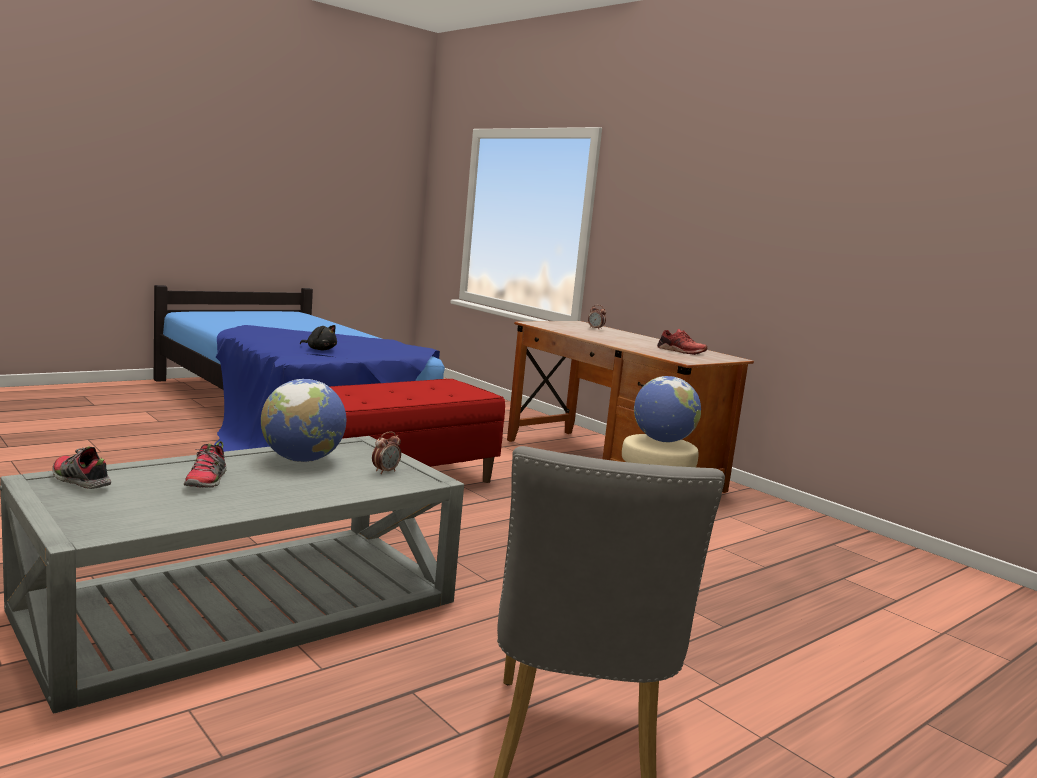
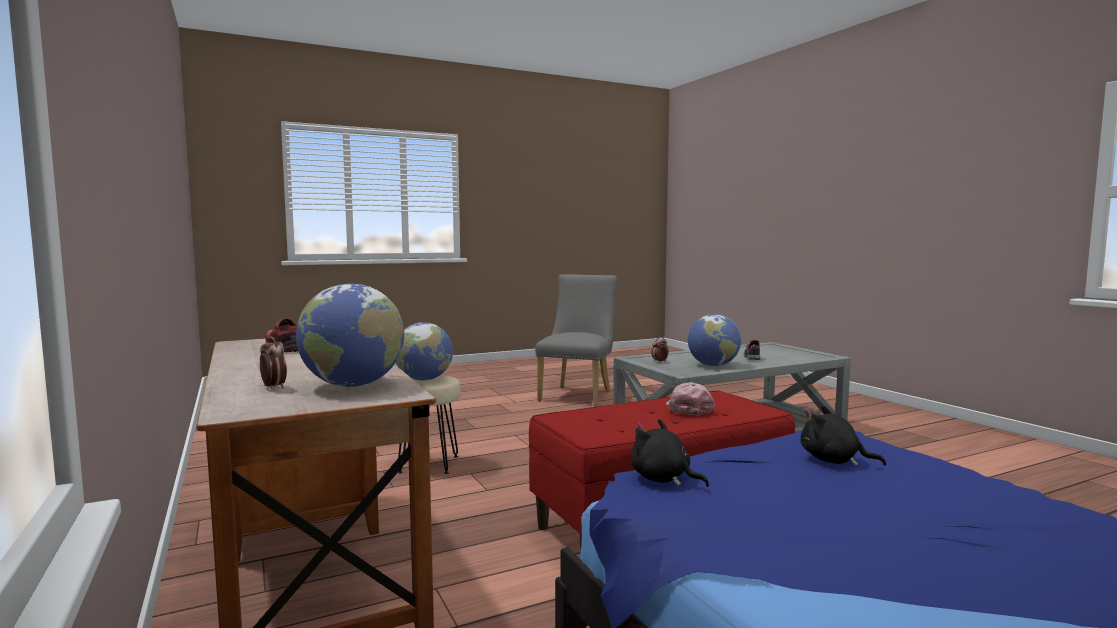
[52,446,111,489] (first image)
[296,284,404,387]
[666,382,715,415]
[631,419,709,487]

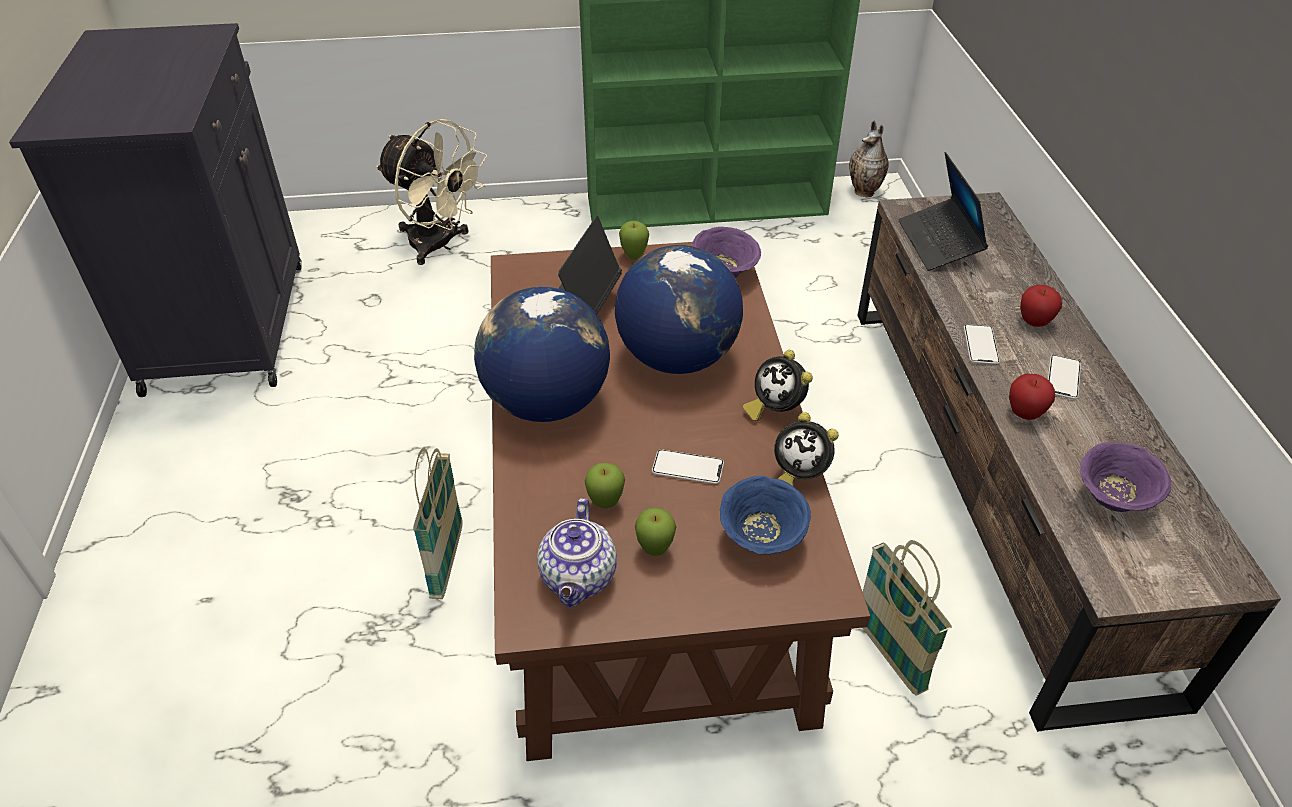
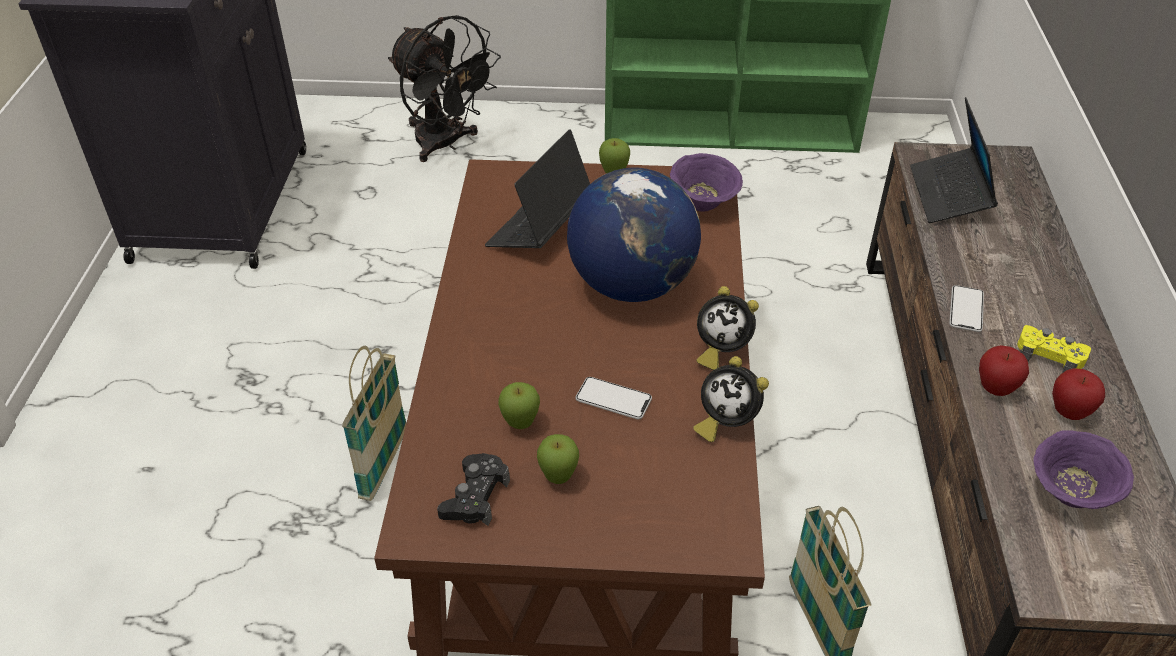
[388,15,501,162]
[849,120,889,197] (first image)
[1052,368,1105,420]
[474,287,610,422] (first image)
[696,286,759,370]
[1017,325,1091,373]
[720,475,811,554] (first image)
[437,453,510,526]

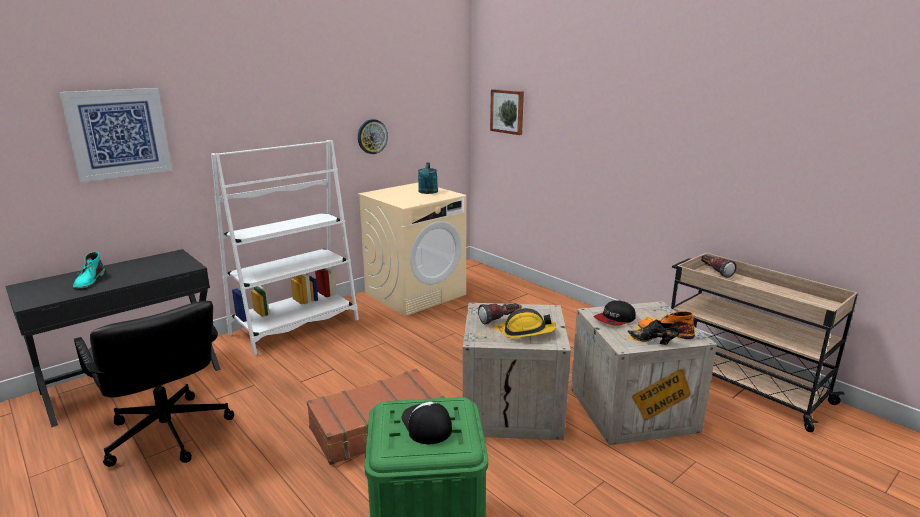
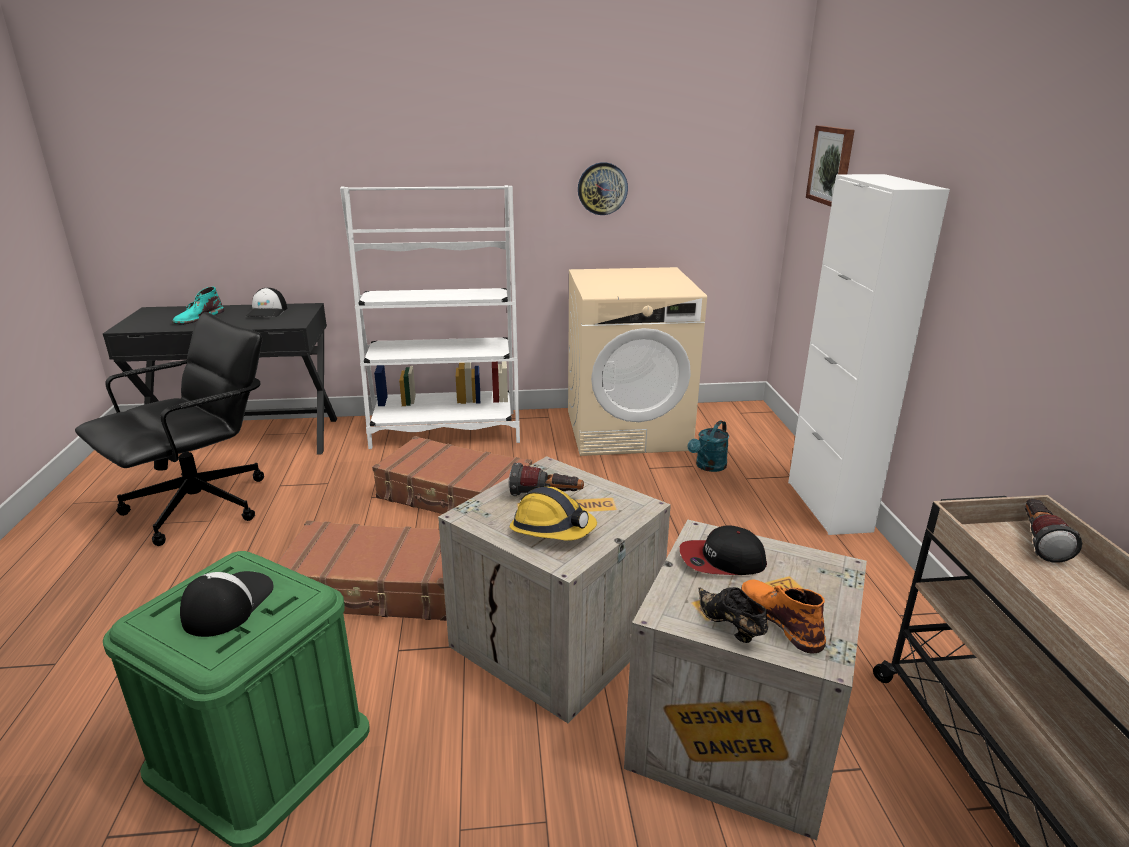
[59,88,172,182] (first image)
[687,420,729,472]
[75,312,264,546]
[788,174,950,535]
[246,287,287,317]
[372,436,532,514]

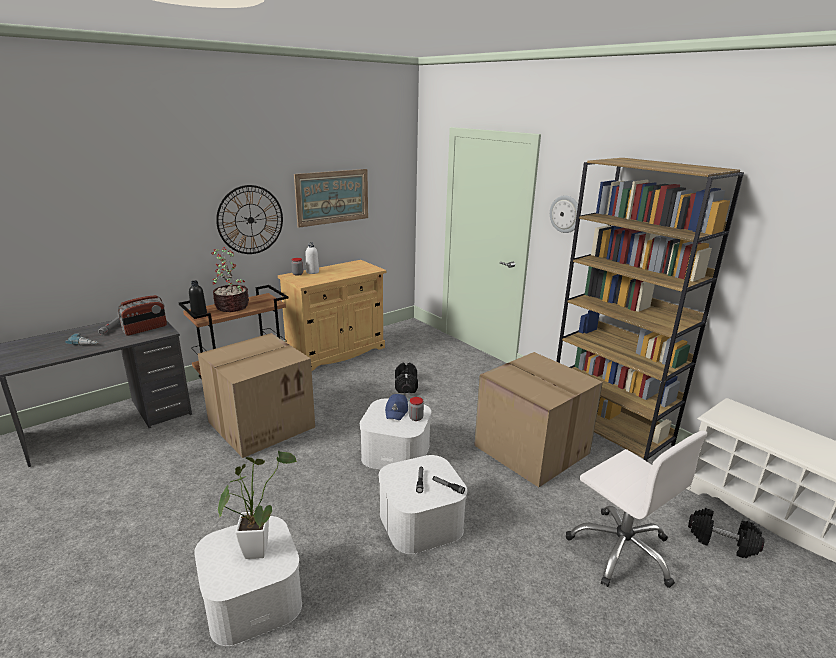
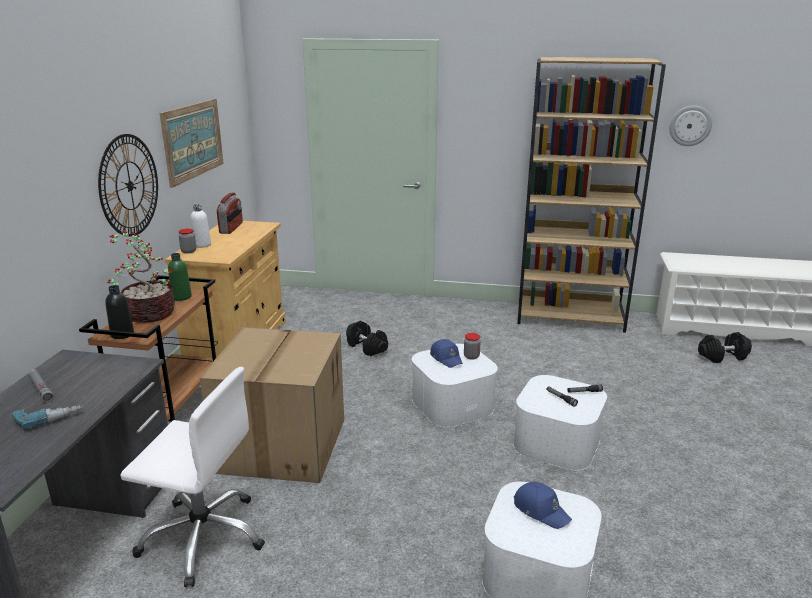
[669,105,712,146]
[217,192,243,234]
[474,352,603,487] (first image)
[120,367,265,587]
[514,482,572,529]
[168,253,192,301]

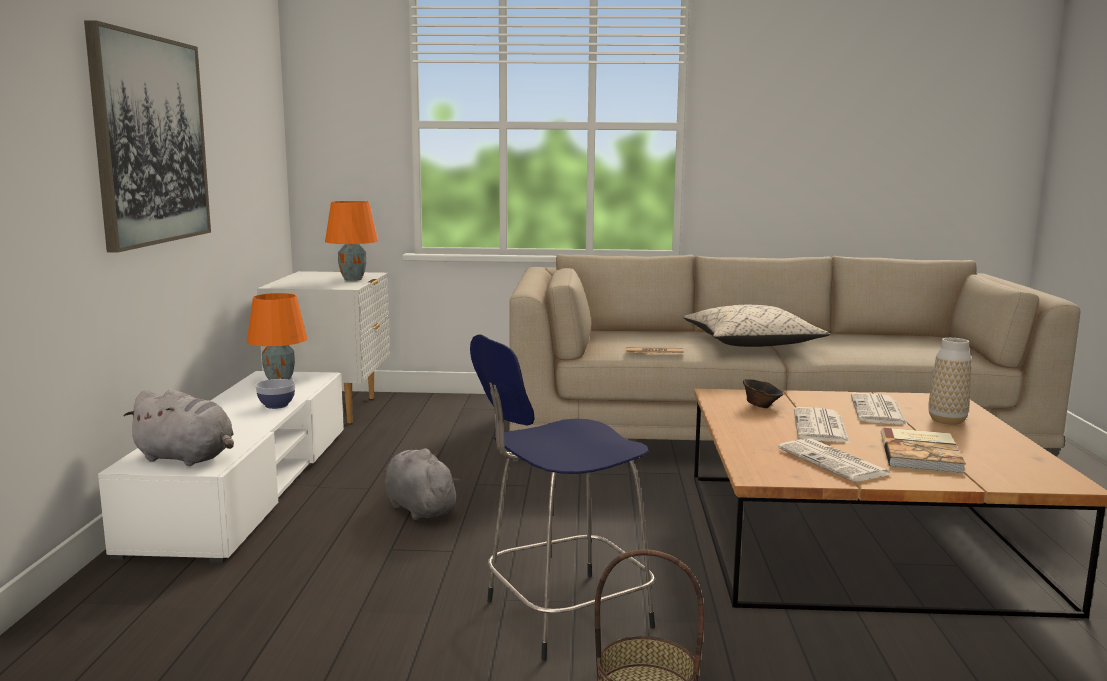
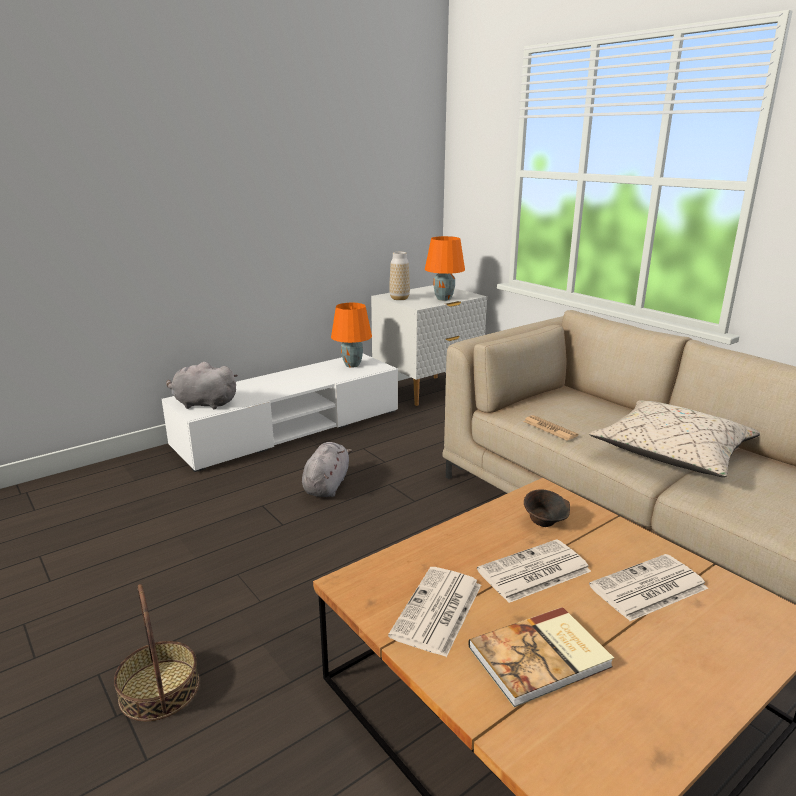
[84,20,211,253] (first image)
[470,334,655,661] (first image)
[389,252,410,300]
[255,379,295,409] (first image)
[166,362,238,409]

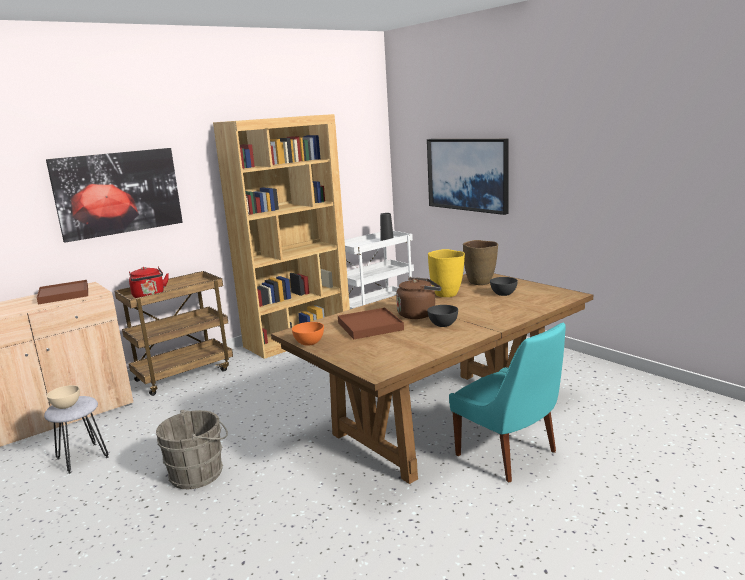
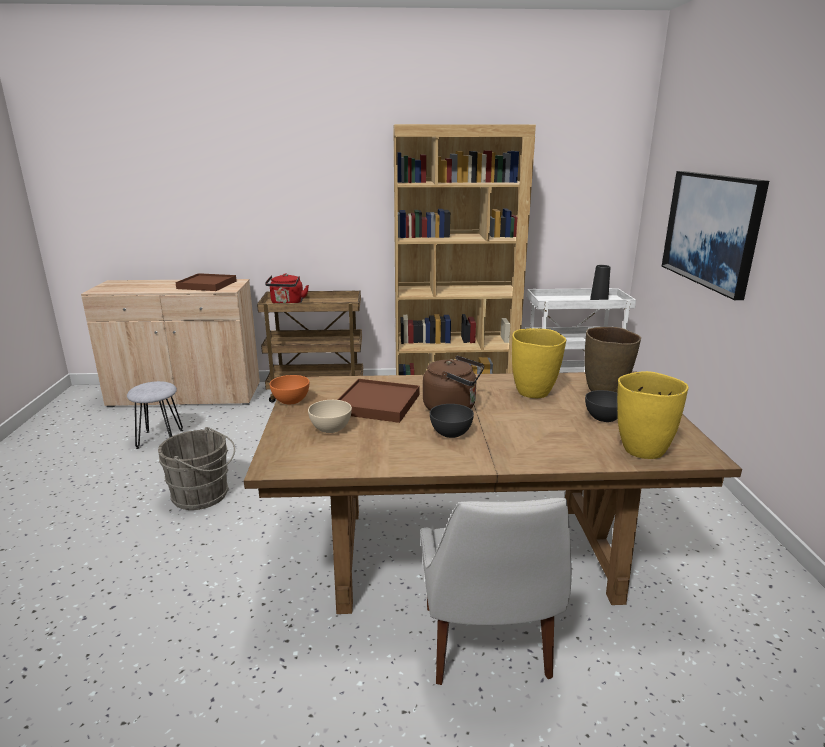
[46,148,183,243] (first image)
[420,498,572,685]
[308,400,352,433]
[617,371,689,459]

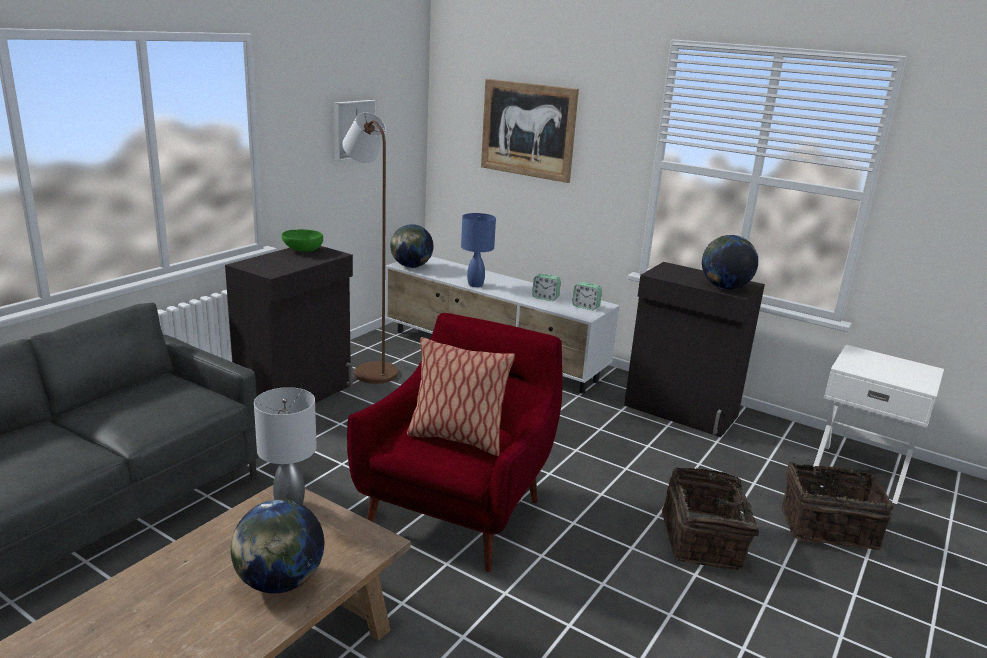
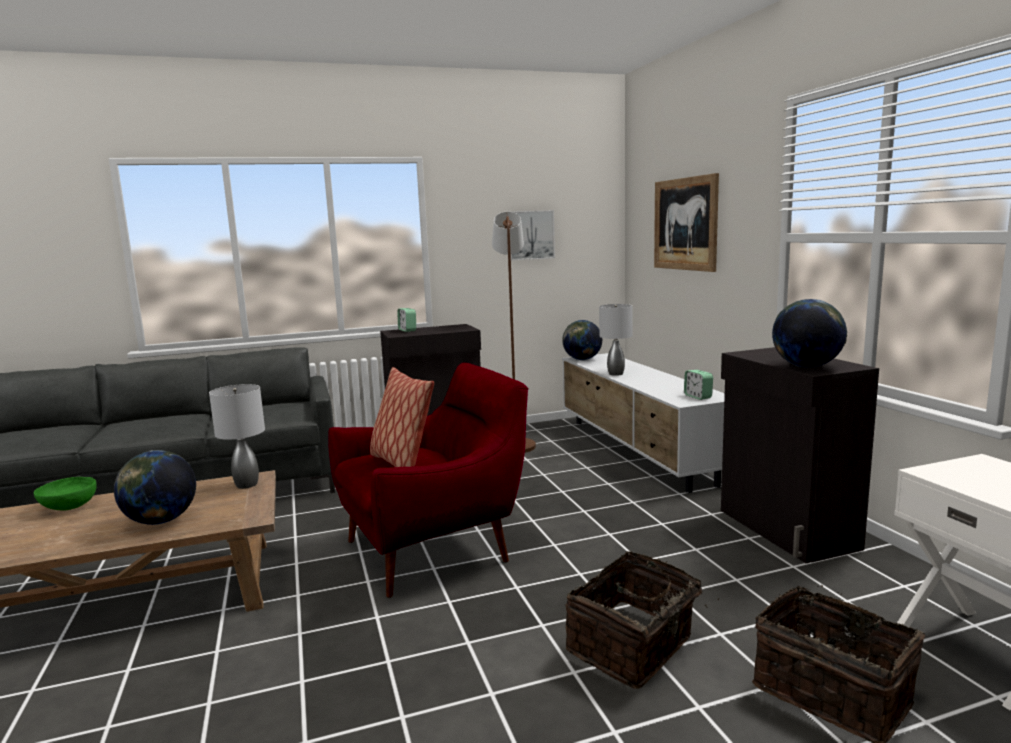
[599,304,632,376]
[34,477,96,510]
[397,308,416,332]

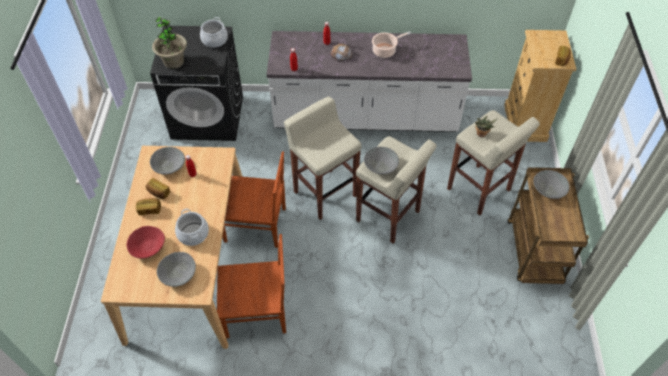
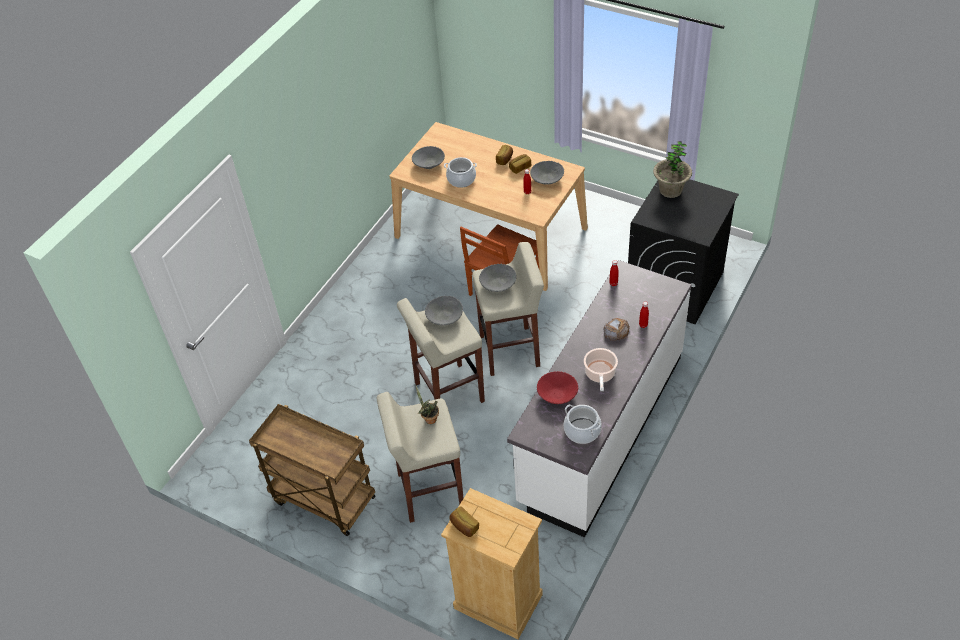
[564,404,602,444]
[479,264,517,292]
[537,371,578,404]
[217,234,286,338] (first image)

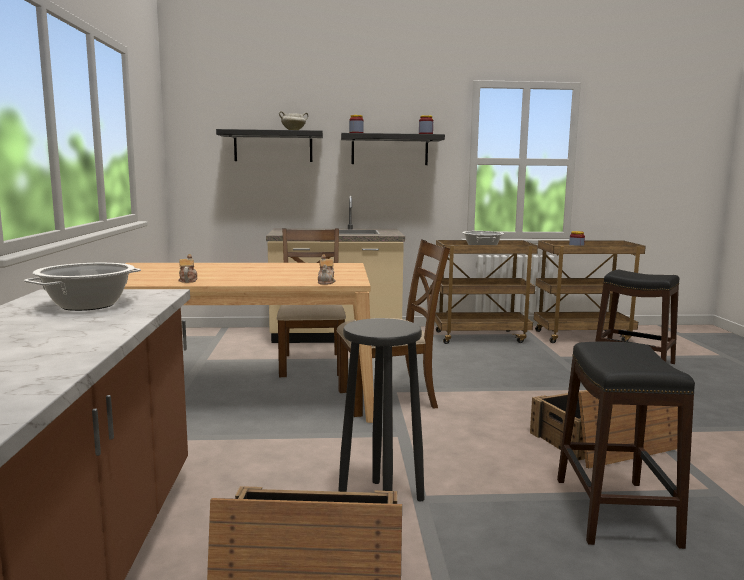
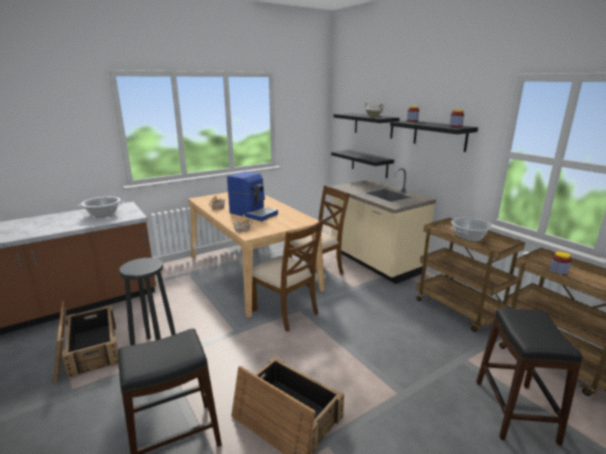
[331,150,394,178]
[227,171,278,221]

